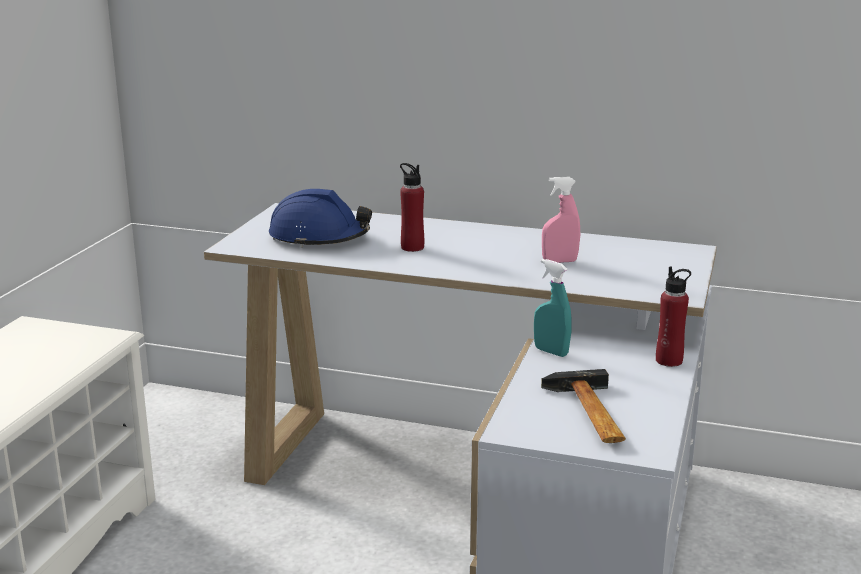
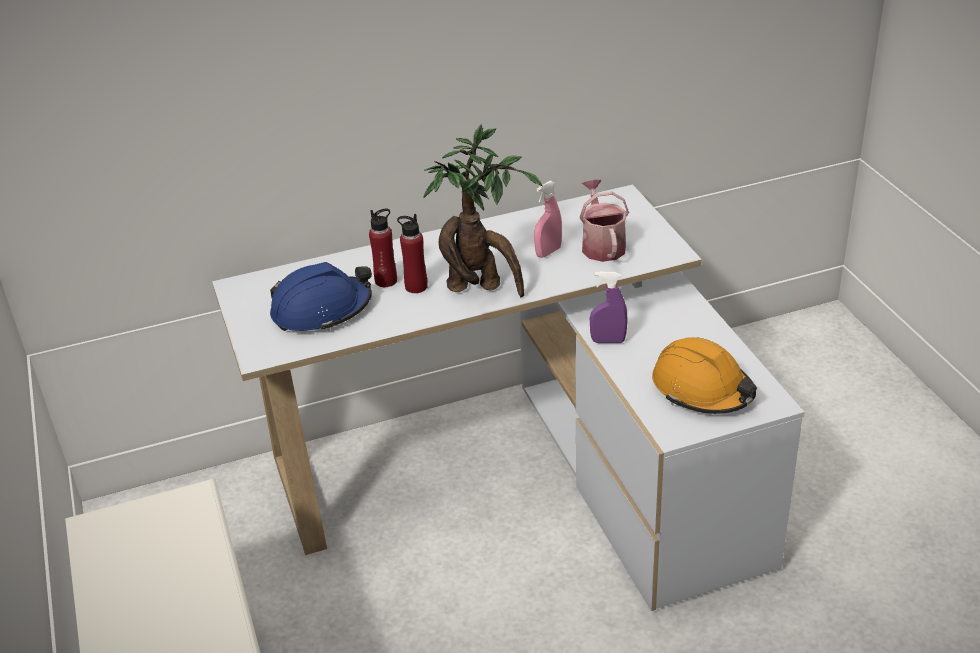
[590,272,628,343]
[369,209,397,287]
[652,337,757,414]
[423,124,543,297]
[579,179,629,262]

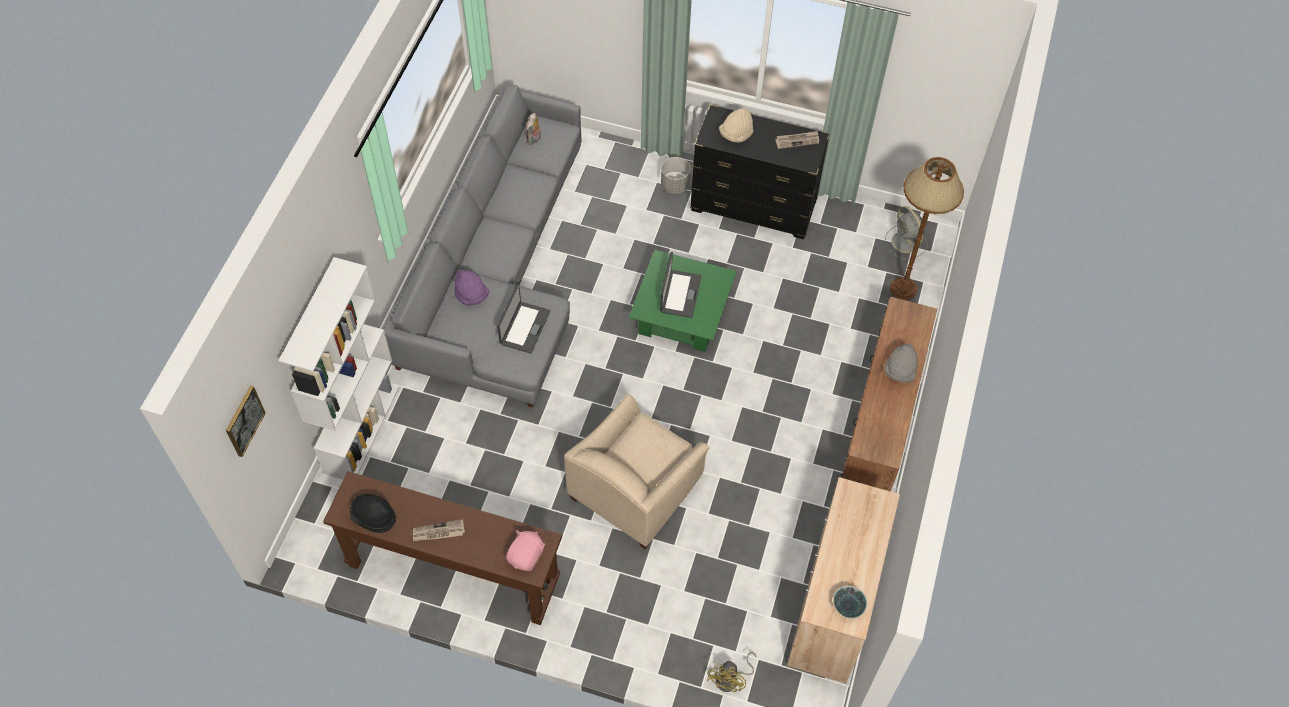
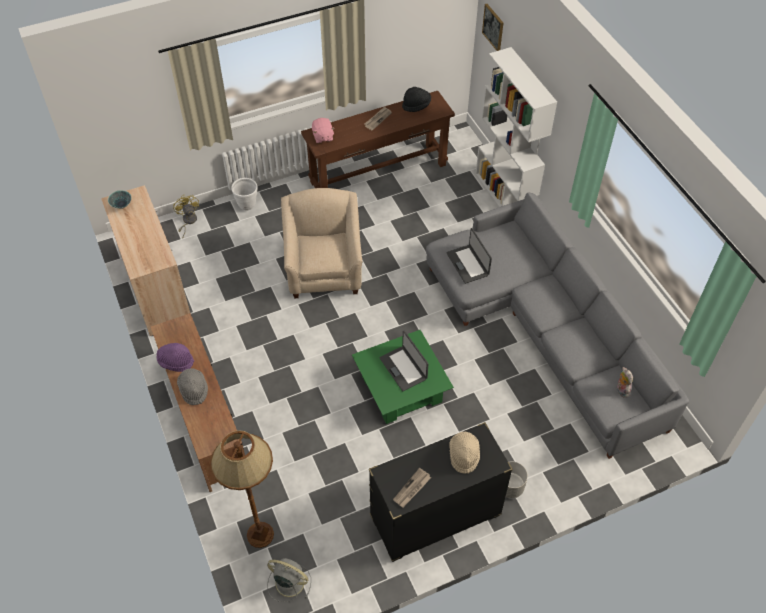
[156,343,194,372]
[231,178,257,210]

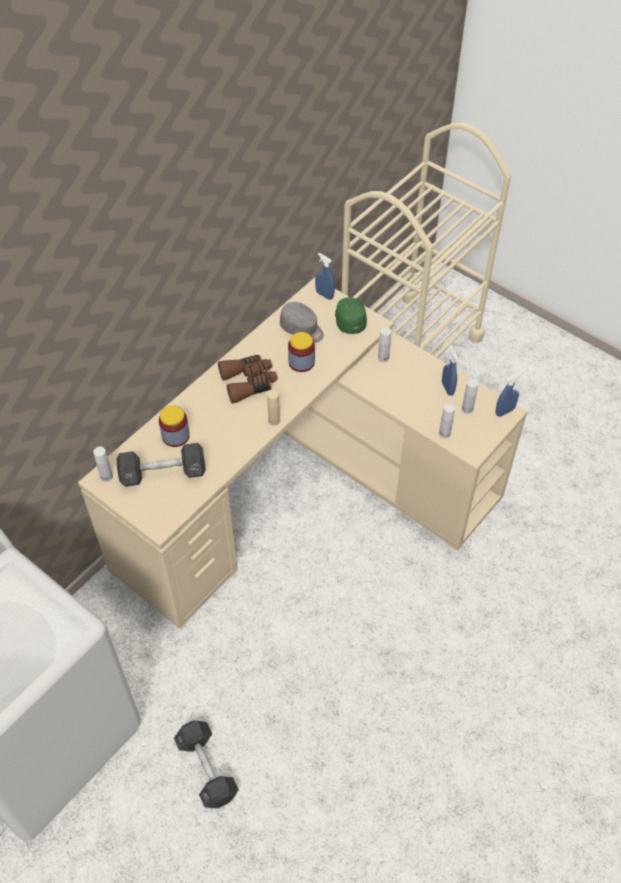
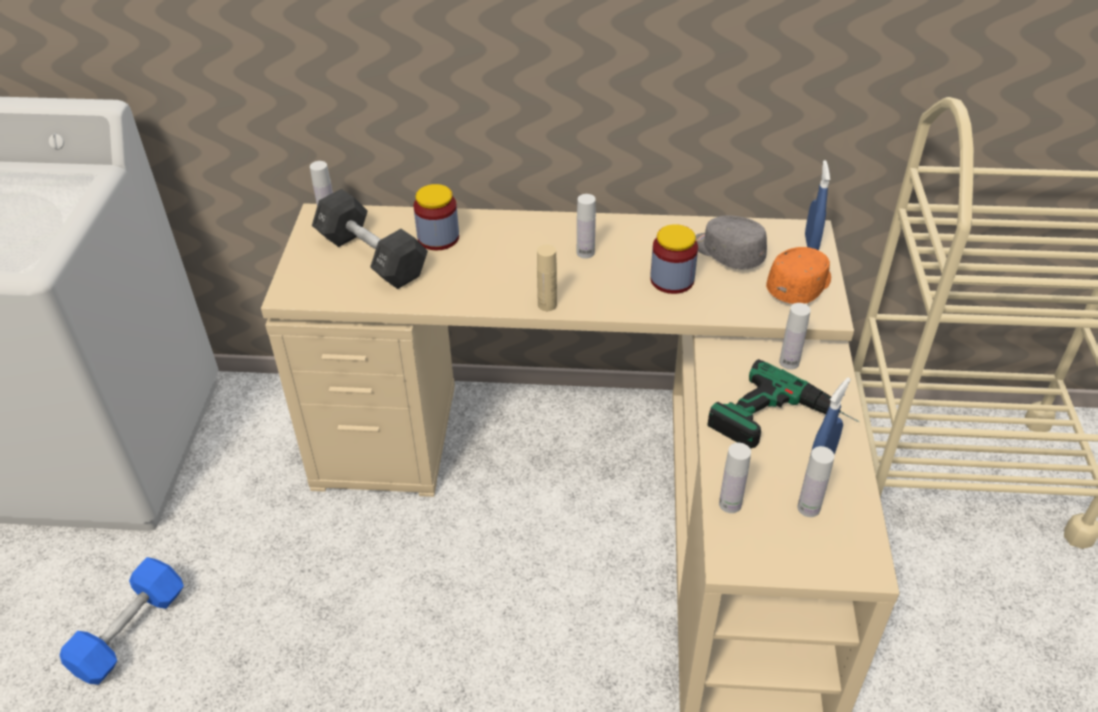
[766,247,831,304]
[696,215,767,270]
[577,194,596,259]
[495,372,522,417] (first image)
[60,557,184,685]
[707,359,860,448]

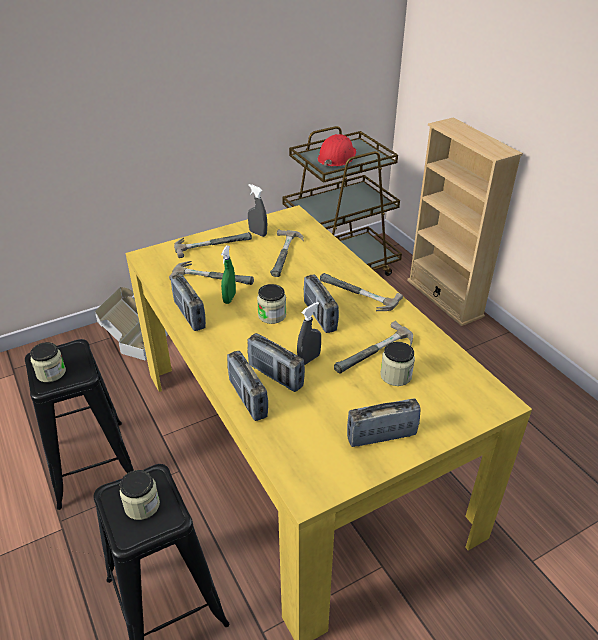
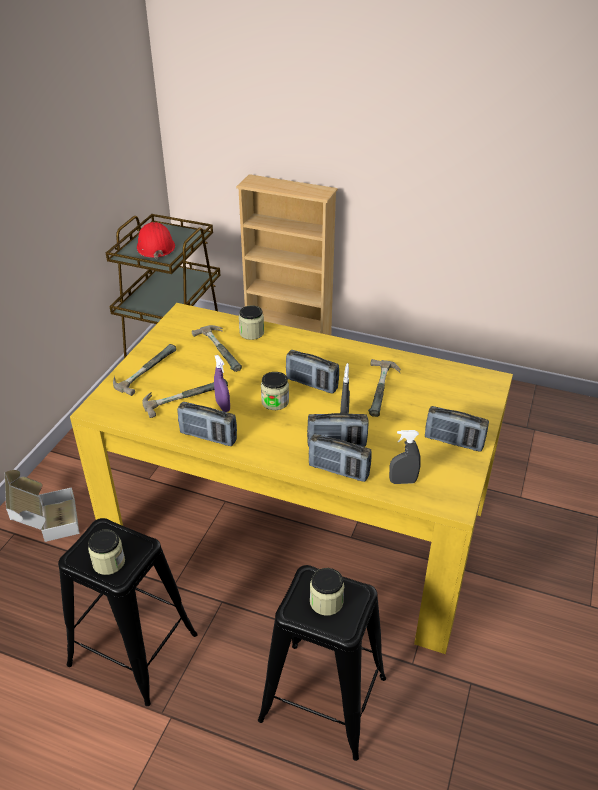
[389,430,421,484]
[214,355,230,412]
[320,273,403,311] (first image)
[239,305,264,340]
[425,406,489,452]

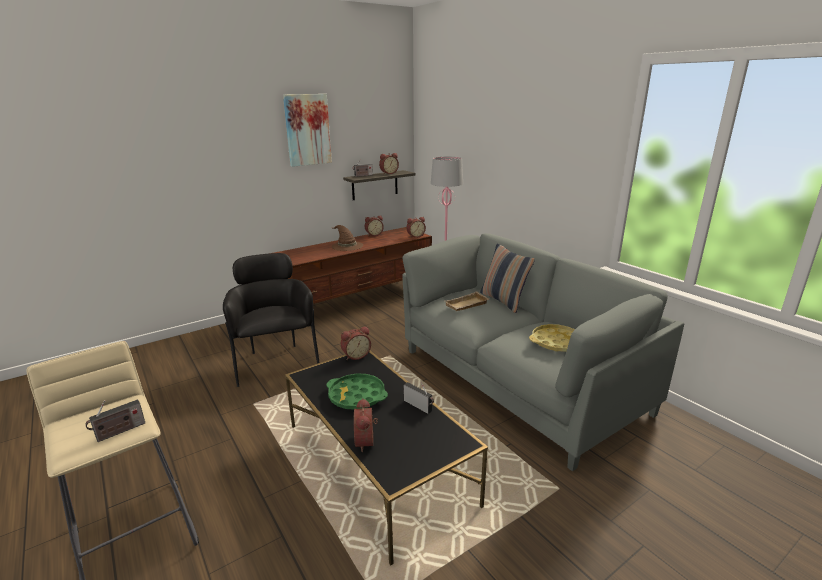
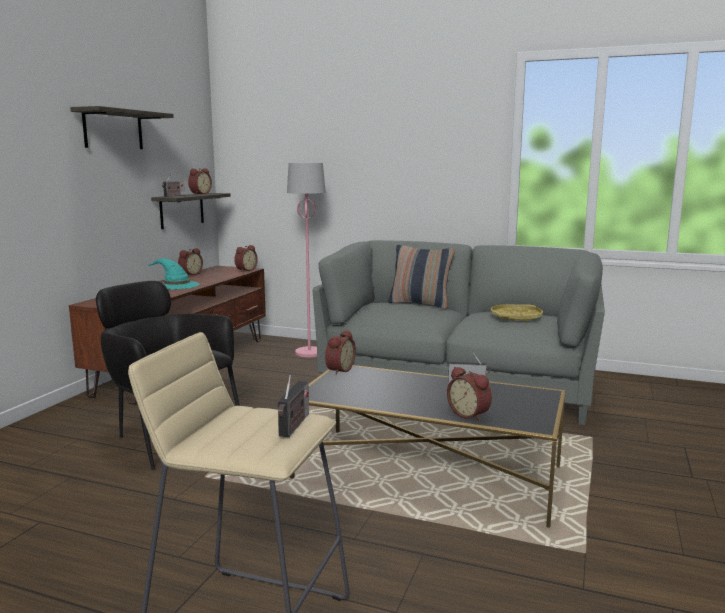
[70,106,174,149]
[146,258,199,290]
[445,291,489,311] (first image)
[327,374,388,409] (first image)

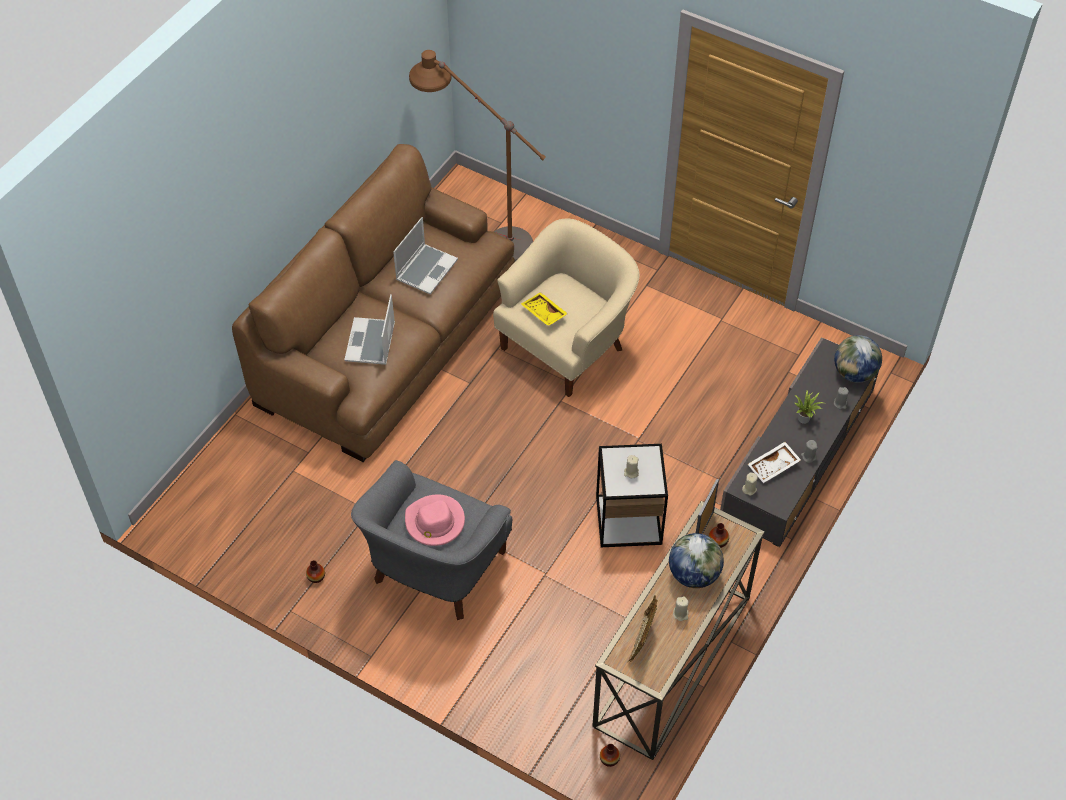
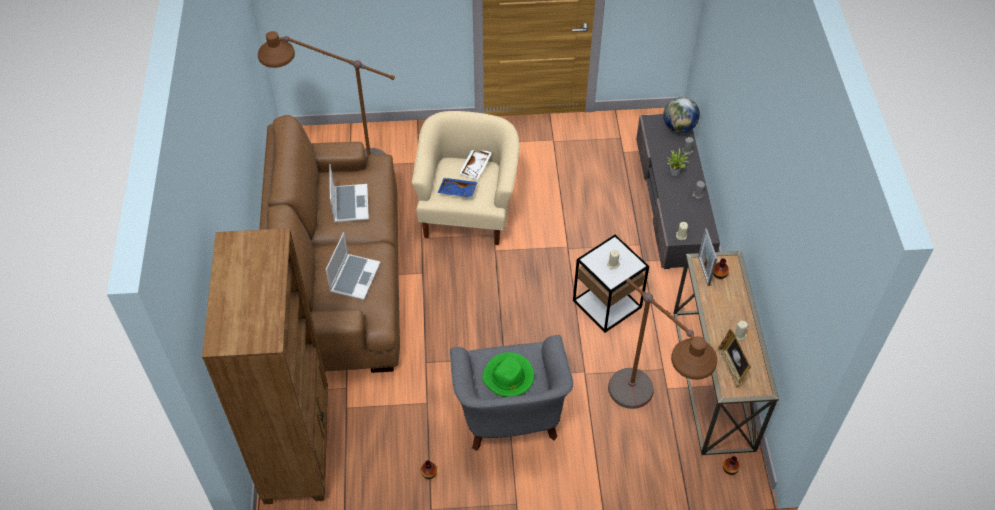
[437,178,478,197]
[326,232,381,300]
[459,150,492,180]
[482,352,534,397]
[669,533,724,588] (first image)
[202,228,328,504]
[608,278,717,409]

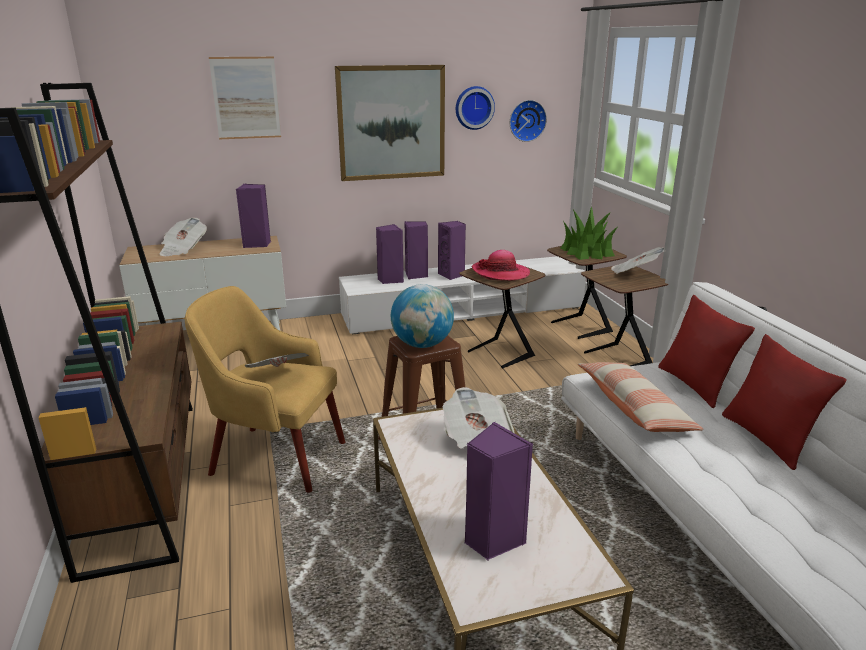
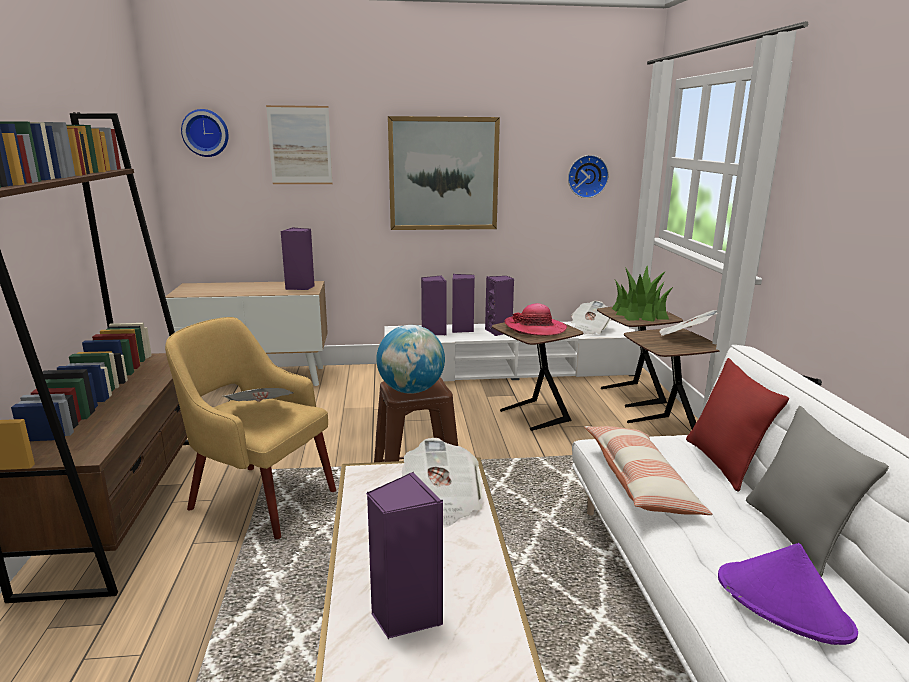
[181,109,229,157]
[571,301,611,335]
[746,406,889,577]
[718,543,858,645]

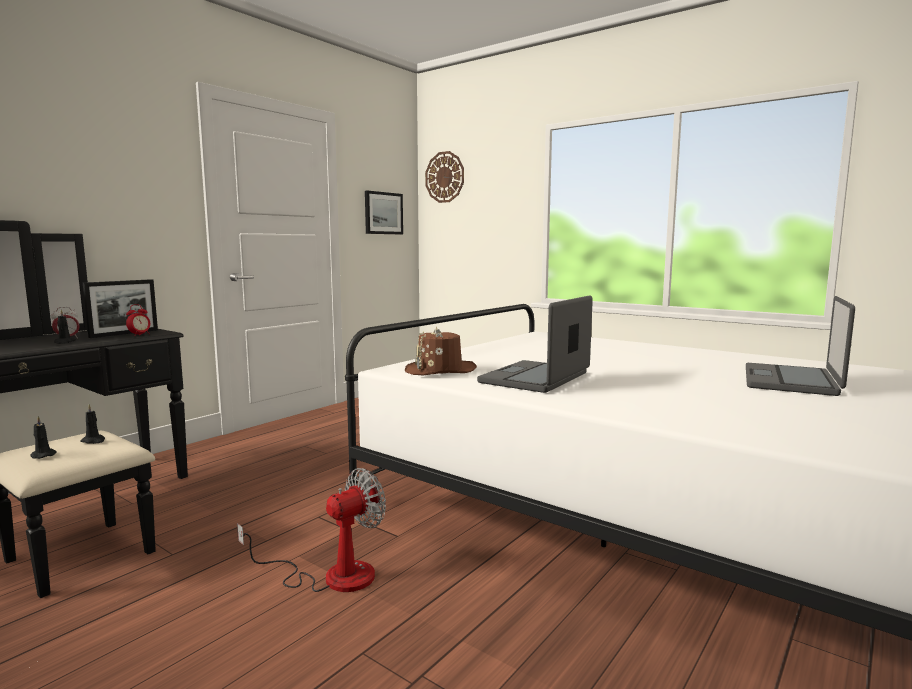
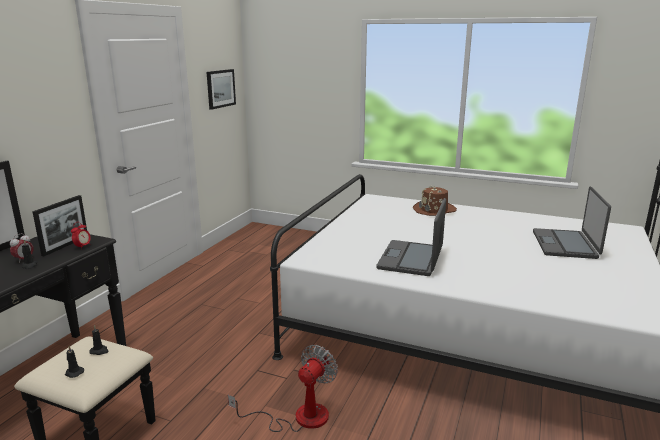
[425,151,464,203] (first image)
[413,186,457,216]

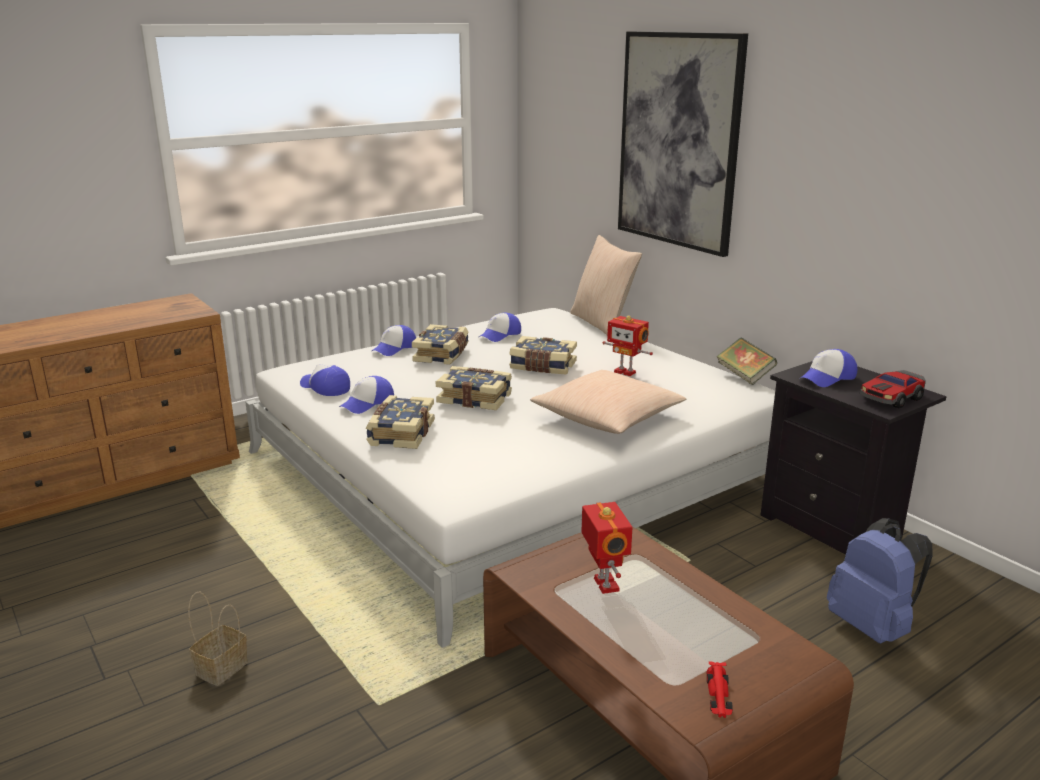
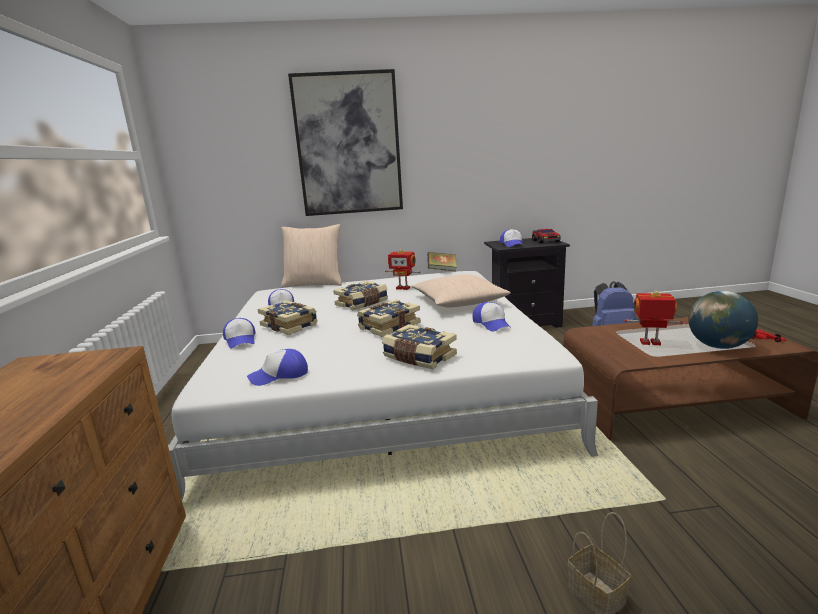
[385,249,421,290]
[473,302,510,331]
[688,291,758,349]

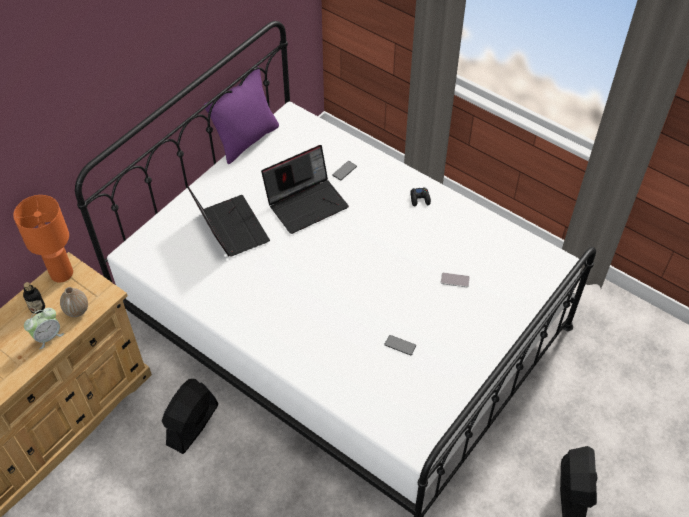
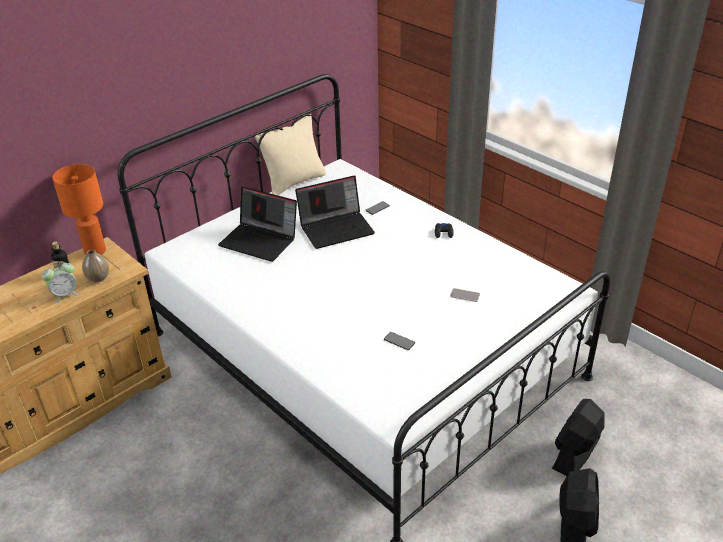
[255,114,326,195]
[218,187,297,262]
[552,399,604,476]

